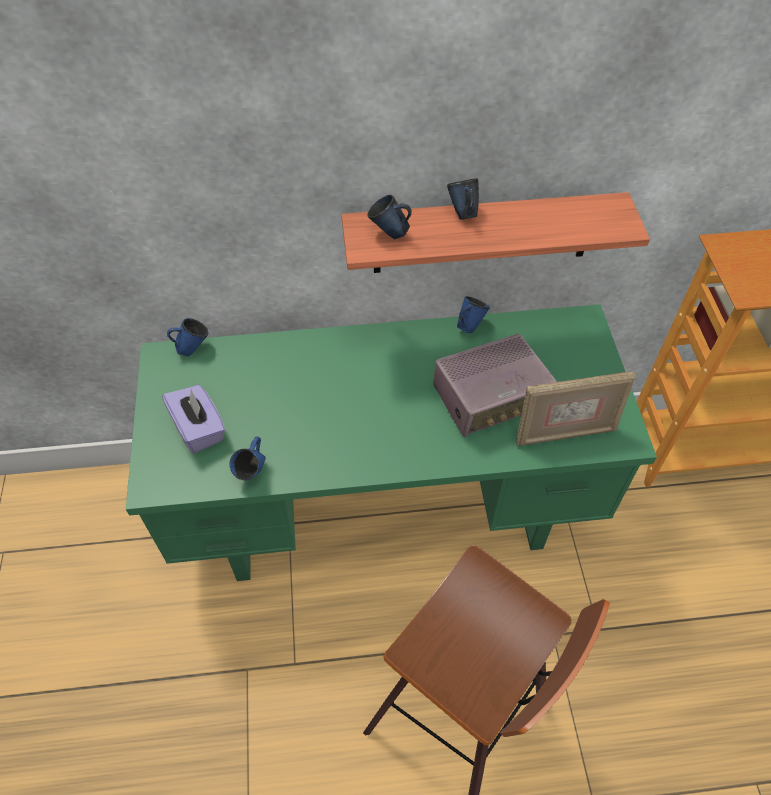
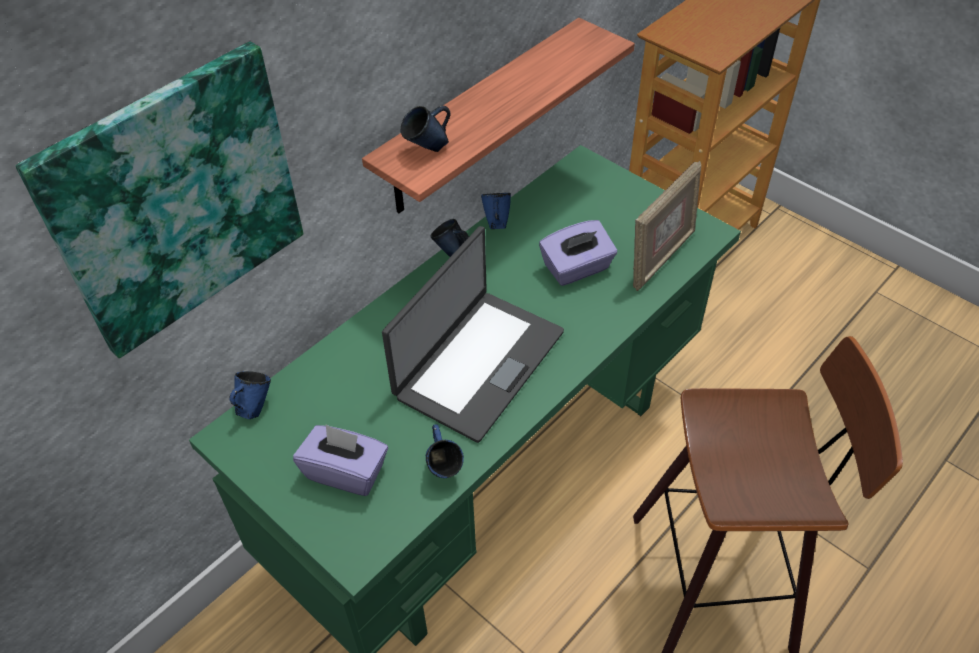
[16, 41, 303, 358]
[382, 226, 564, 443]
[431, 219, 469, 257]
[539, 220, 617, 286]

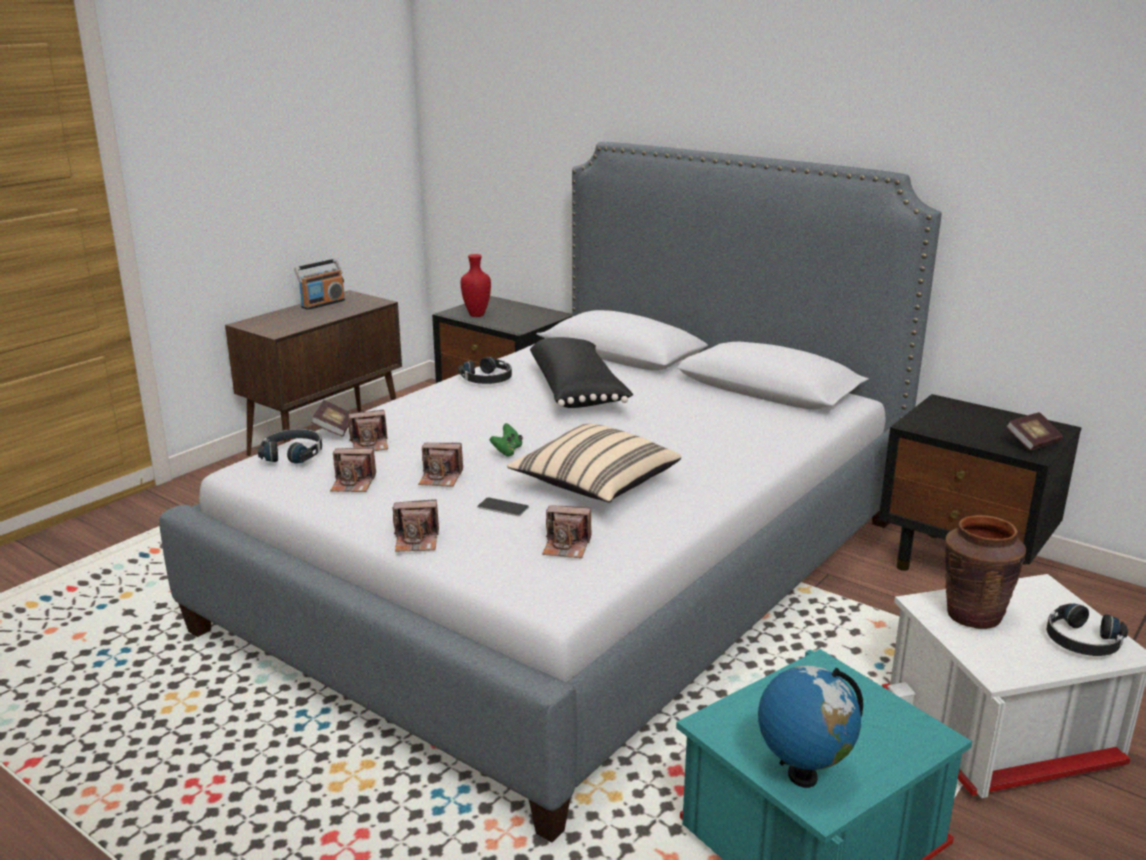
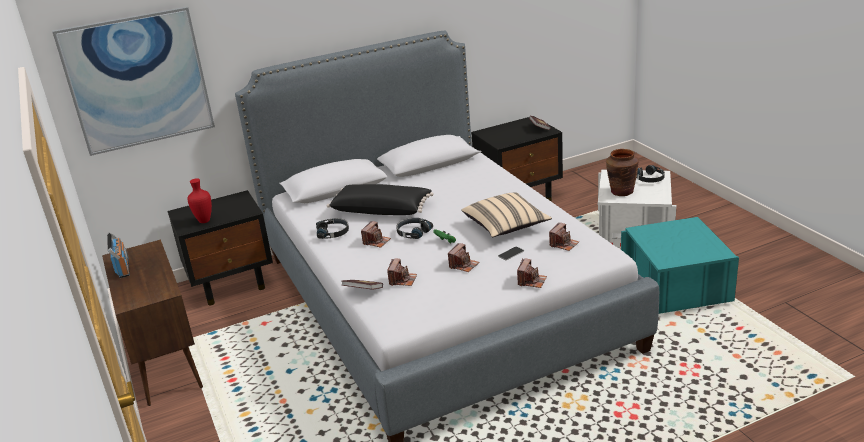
[52, 7, 215, 156]
[361, 221, 391, 248]
[396, 218, 433, 239]
[758, 666, 863, 788] (first image)

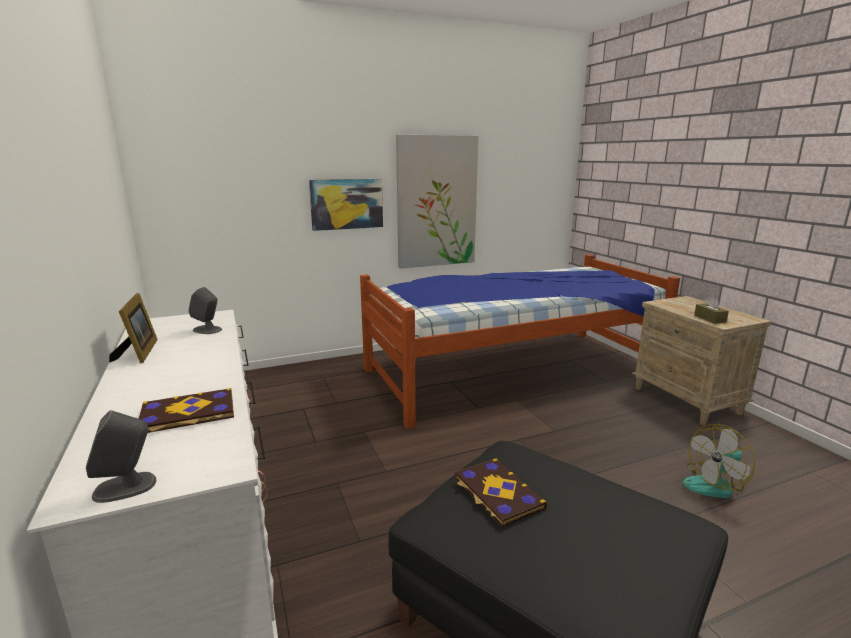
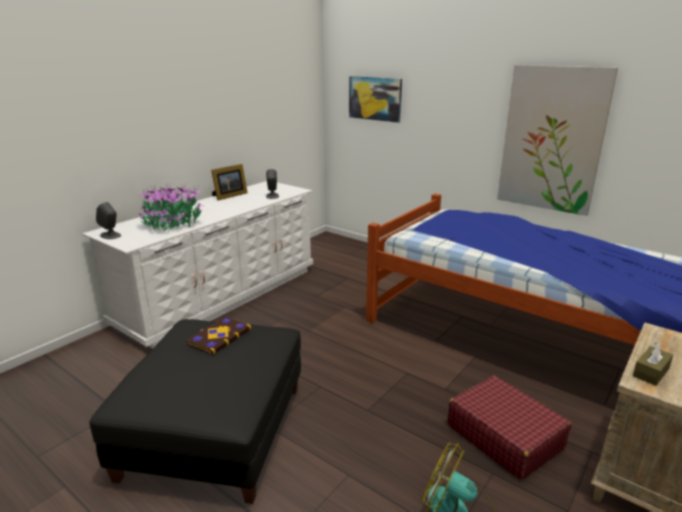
[137, 182, 204, 231]
[349, 76, 402, 123]
[447, 376, 571, 480]

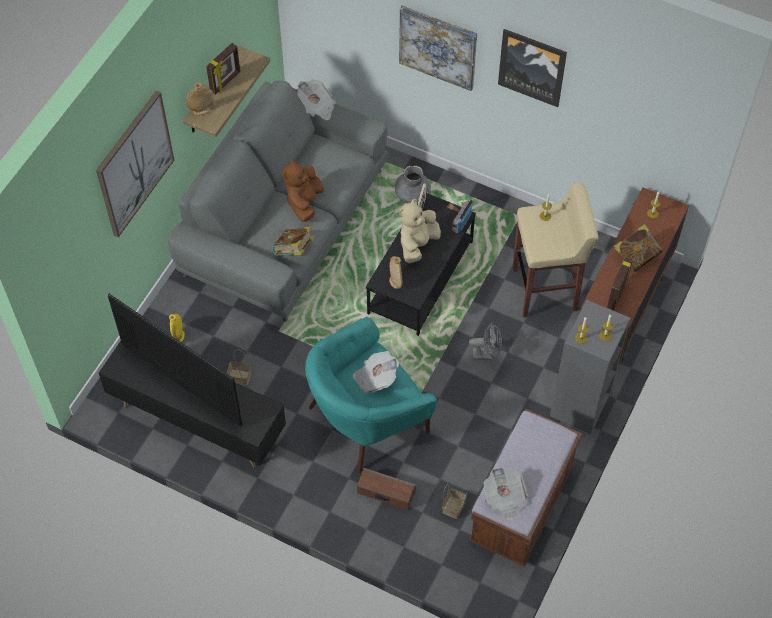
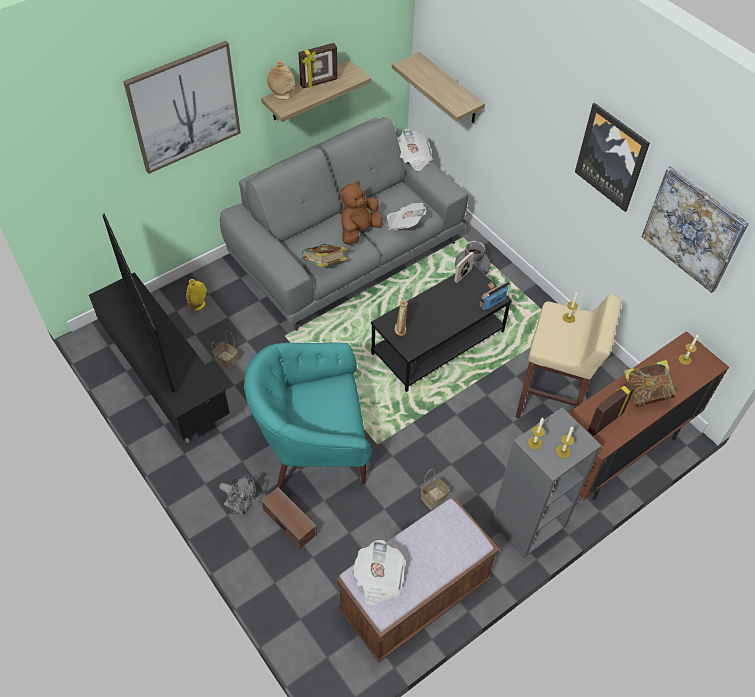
[219, 475, 256, 515]
[387, 203, 426, 230]
[392, 52, 485, 123]
[421, 469, 449, 510]
[642, 166, 749, 293]
[399, 199, 441, 263] (first image)

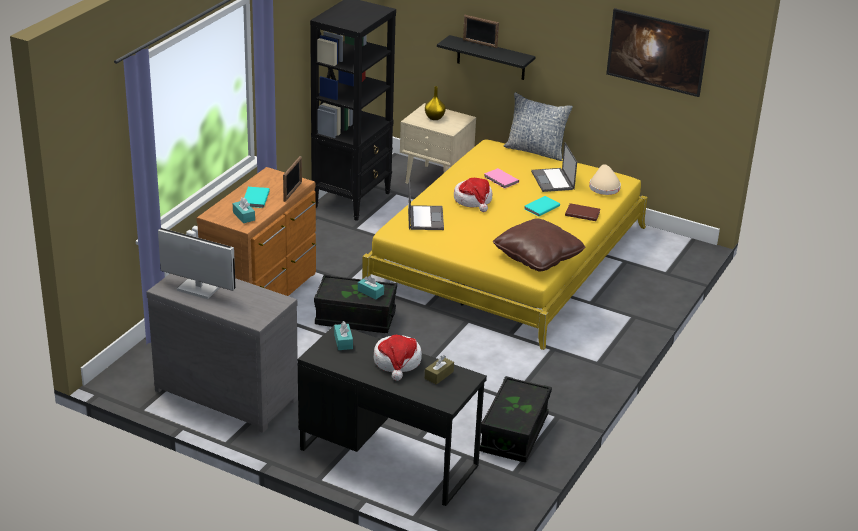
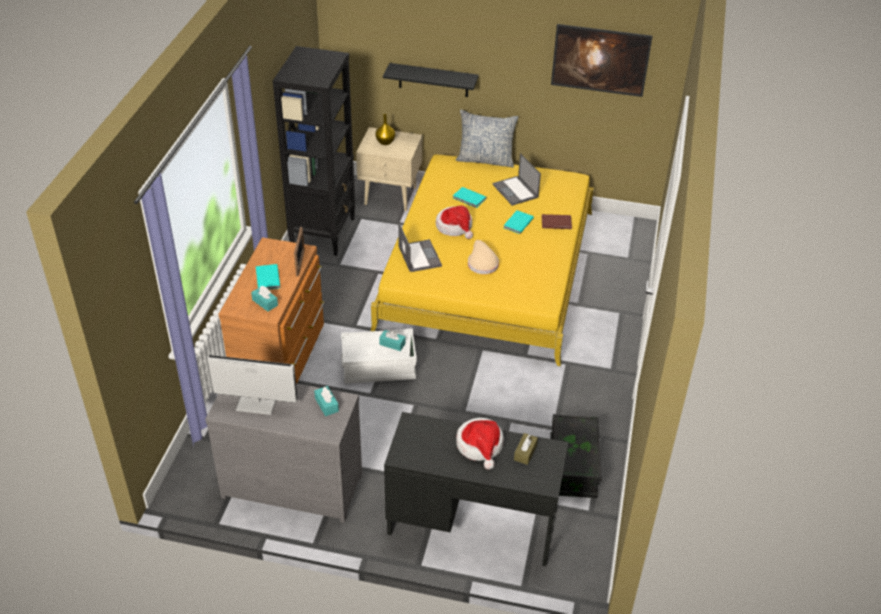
[314, 386, 339, 416]
[341, 328, 417, 384]
[453, 187, 487, 208]
[468, 240, 499, 274]
[463, 15, 499, 48] (first image)
[493, 219, 585, 271] (first image)

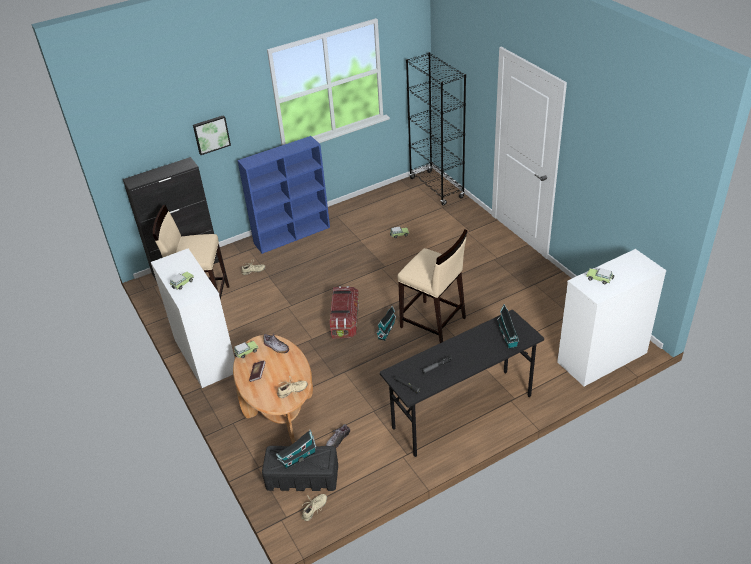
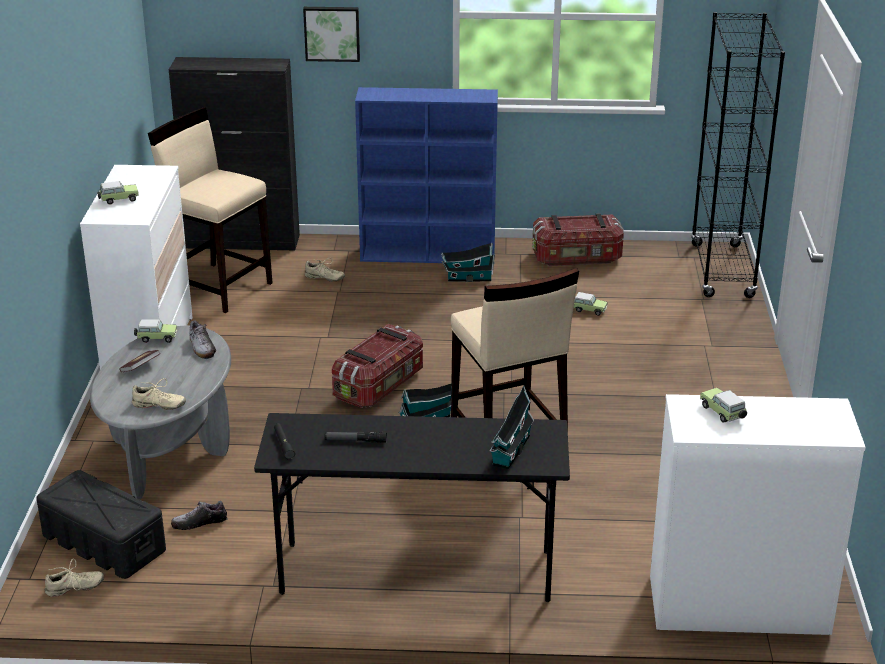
[90, 326, 231, 500]
[441, 242, 495, 282]
[532, 213, 624, 266]

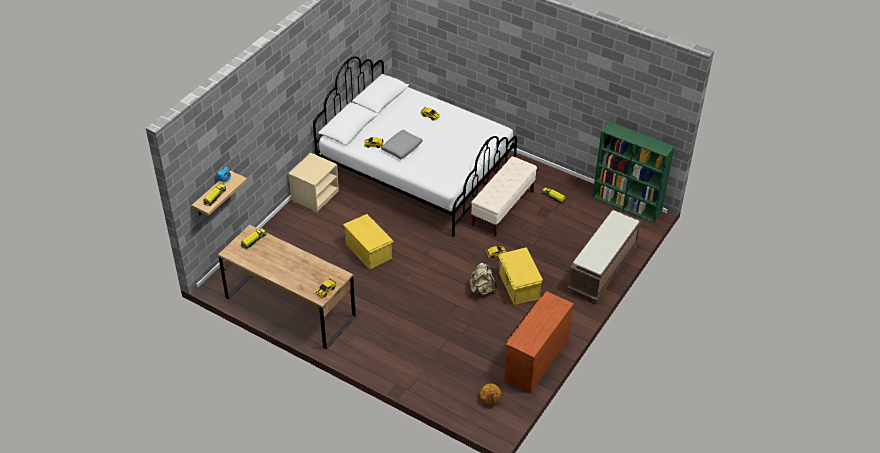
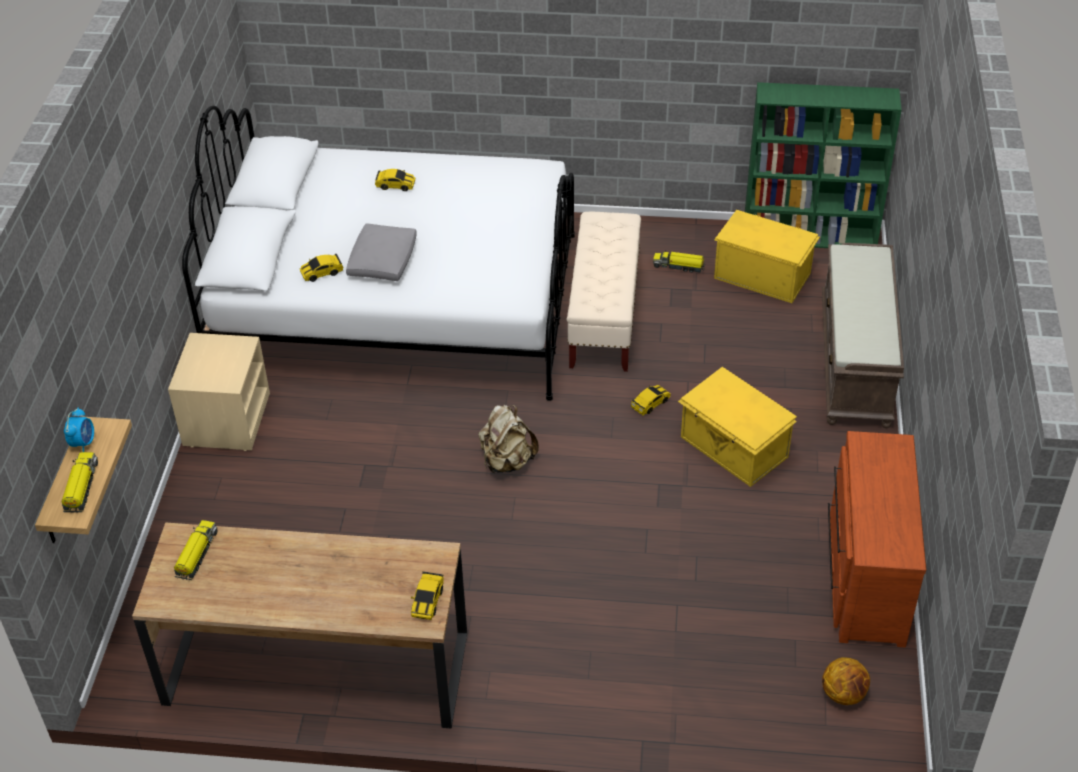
[478, 405, 539, 474]
[714, 210, 820, 303]

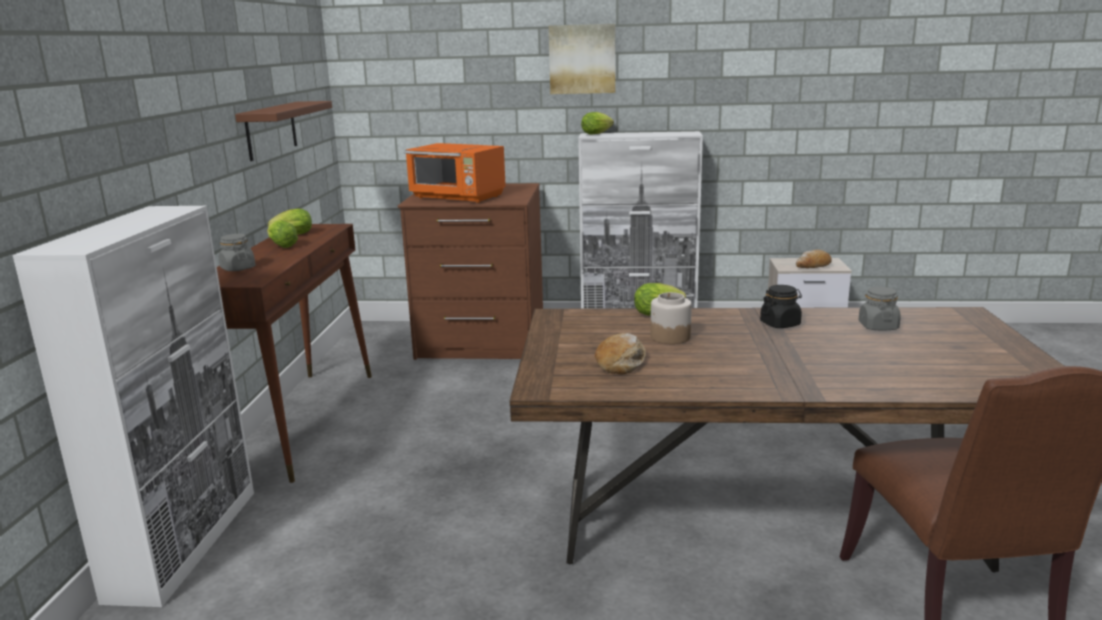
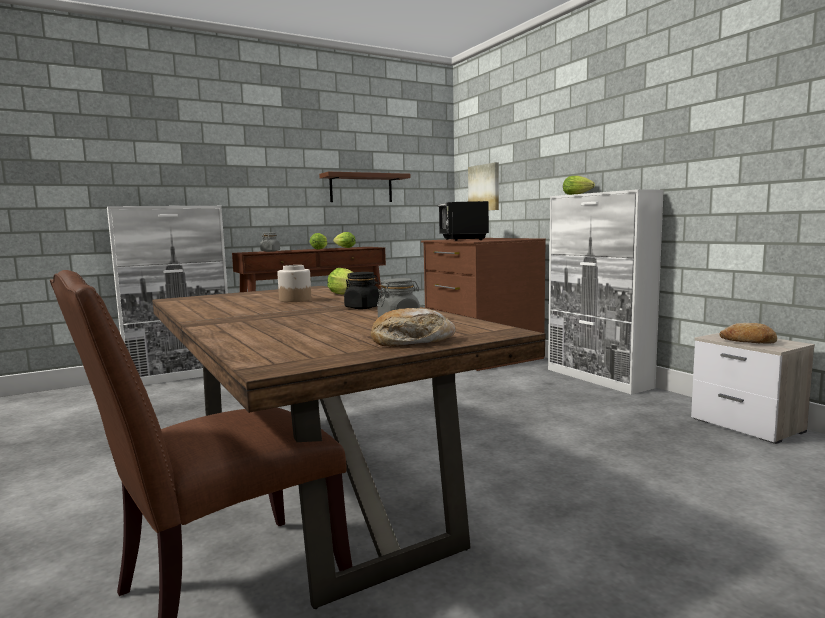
[371, 308, 456, 347]
[438, 201, 489, 241]
[468, 162, 499, 210]

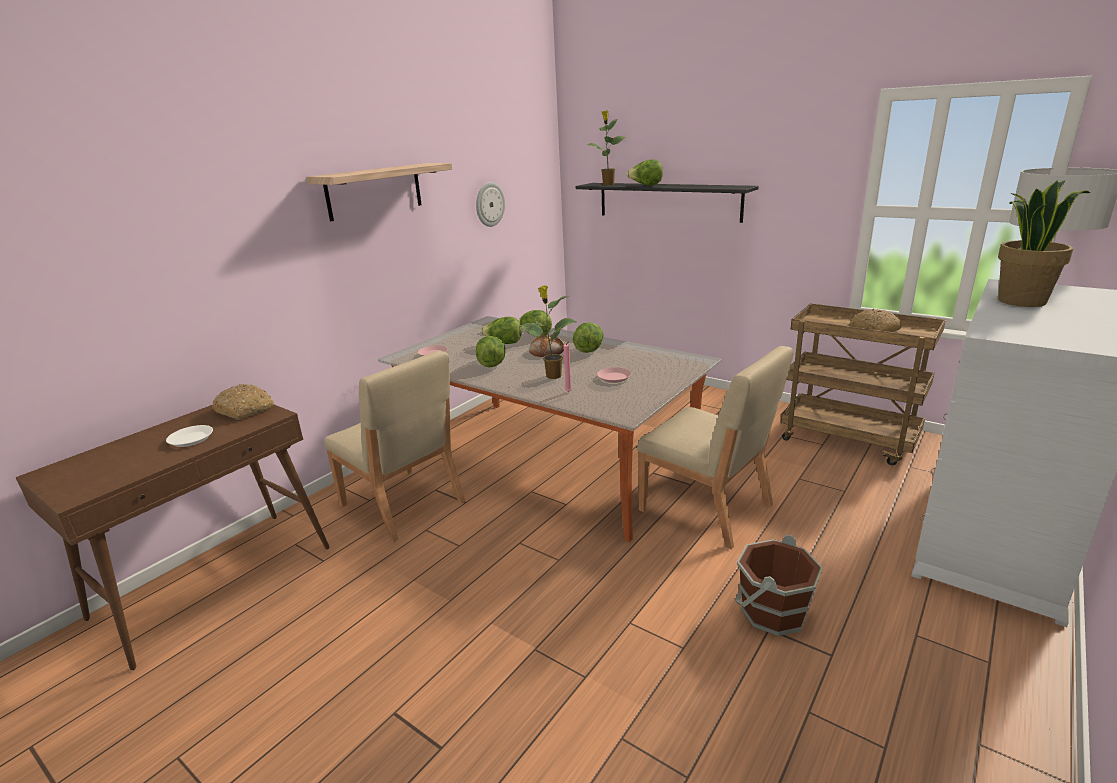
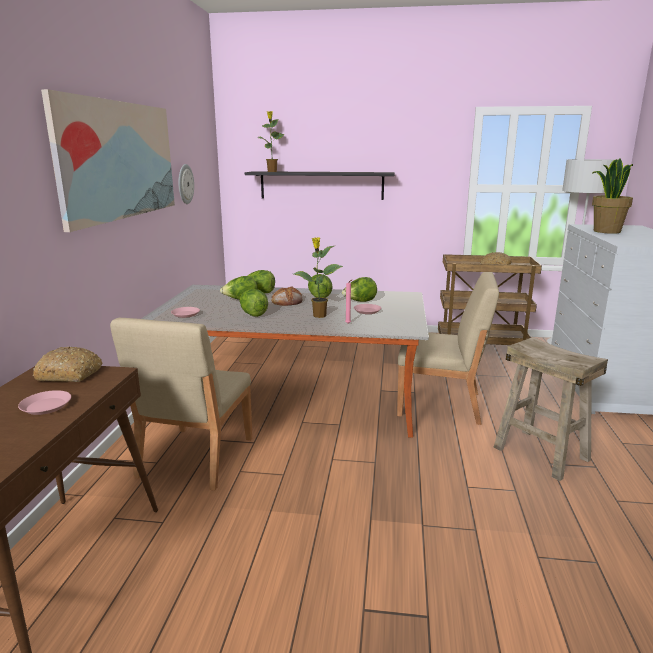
[18, 390, 71, 415]
[41, 89, 175, 232]
[110, 318, 253, 491]
[342, 277, 377, 302]
[493, 337, 608, 481]

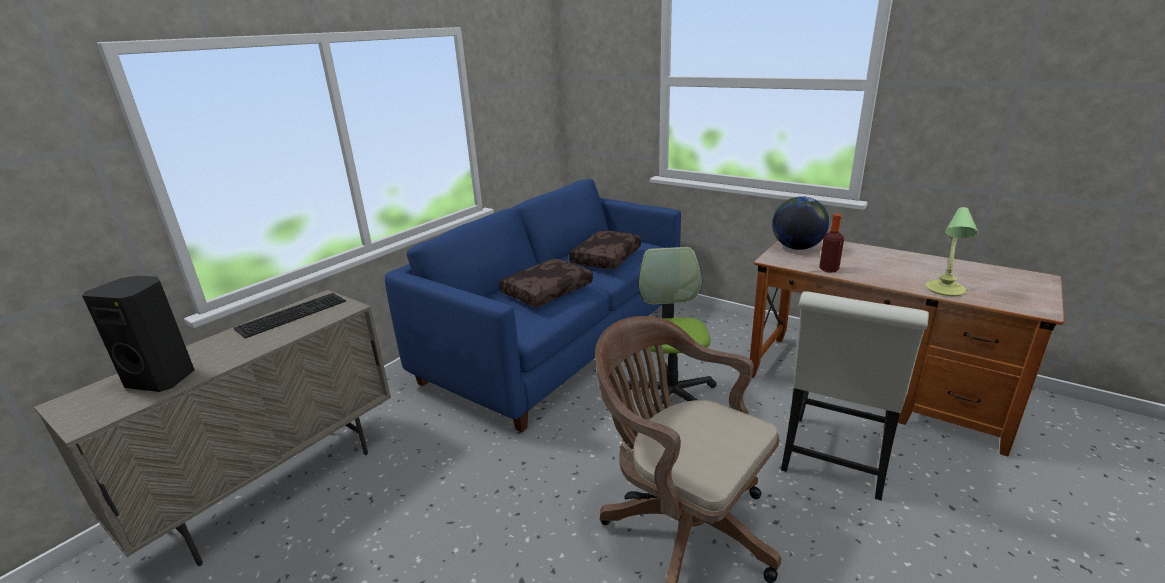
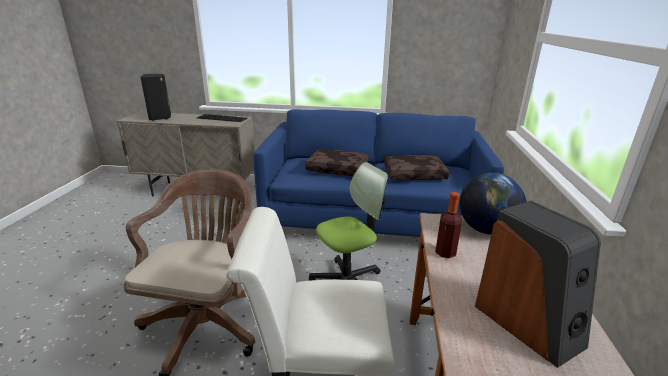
[475, 201, 601, 368]
[926, 207, 978, 296] (first image)

